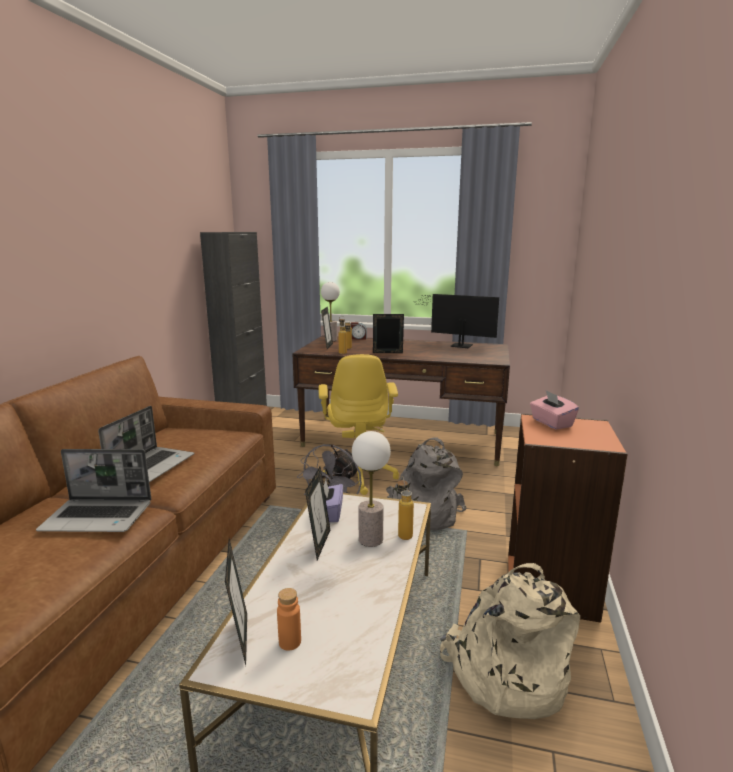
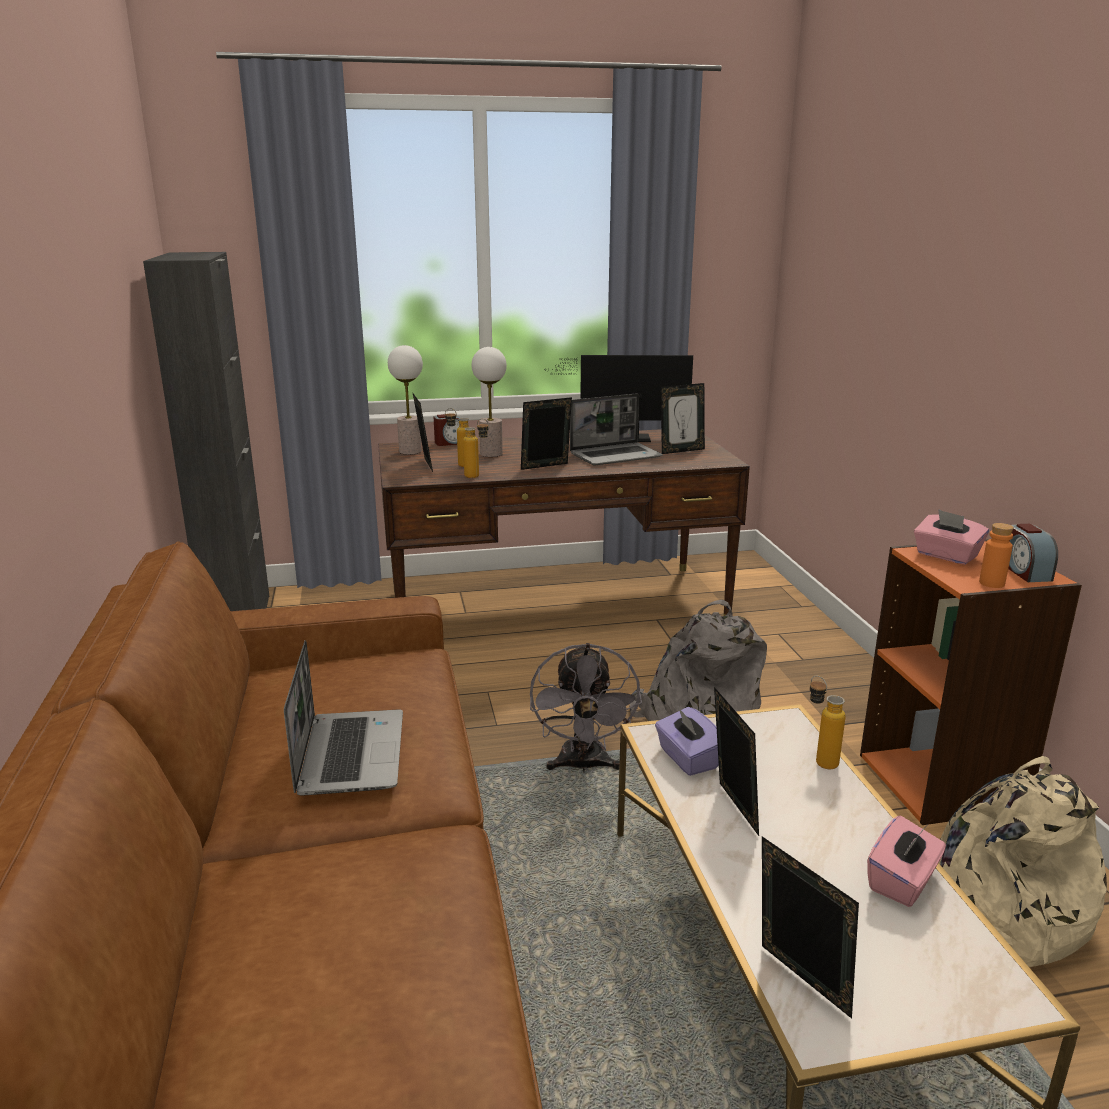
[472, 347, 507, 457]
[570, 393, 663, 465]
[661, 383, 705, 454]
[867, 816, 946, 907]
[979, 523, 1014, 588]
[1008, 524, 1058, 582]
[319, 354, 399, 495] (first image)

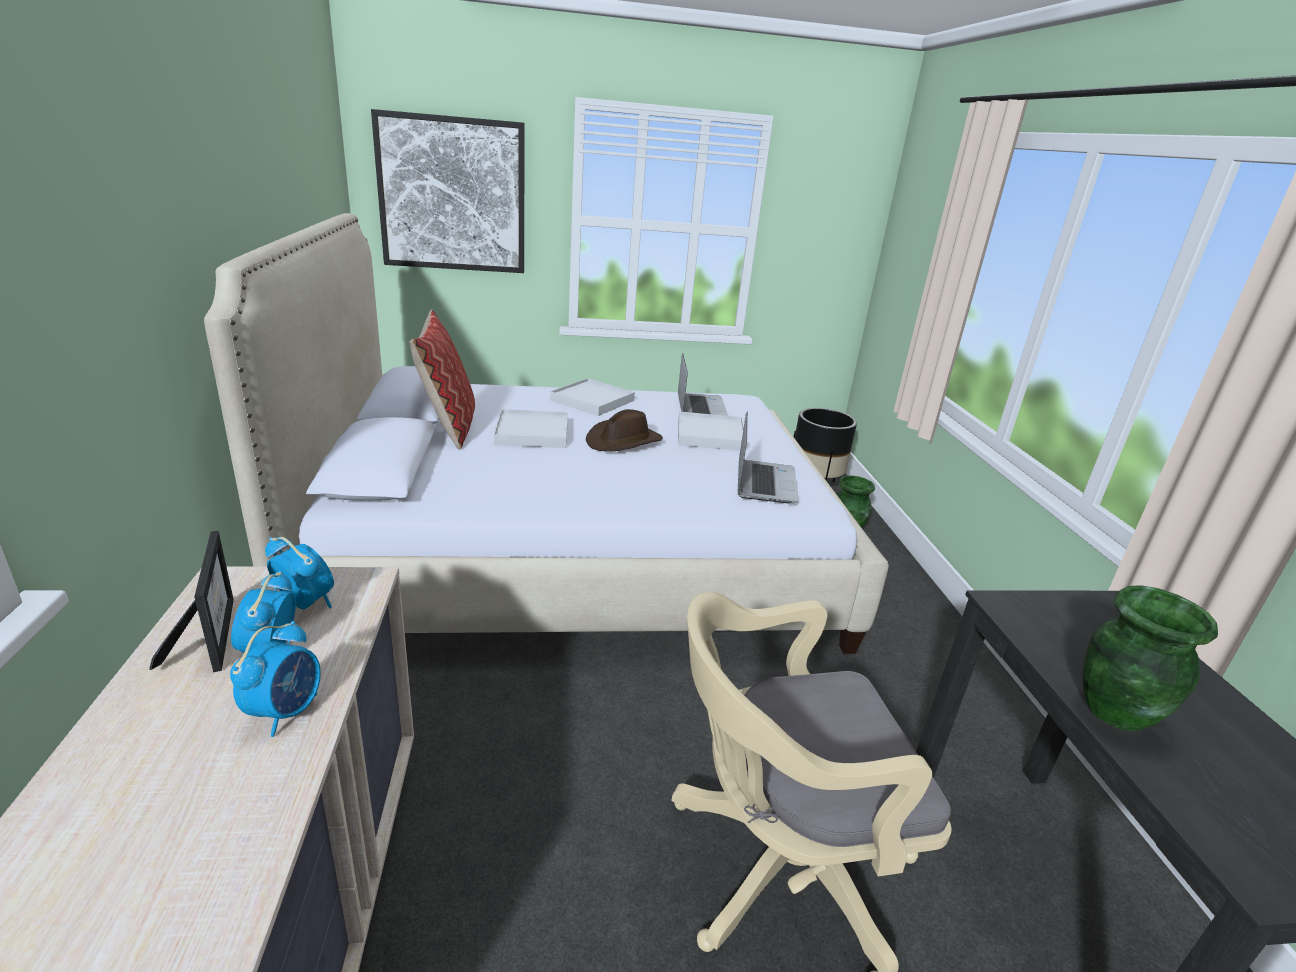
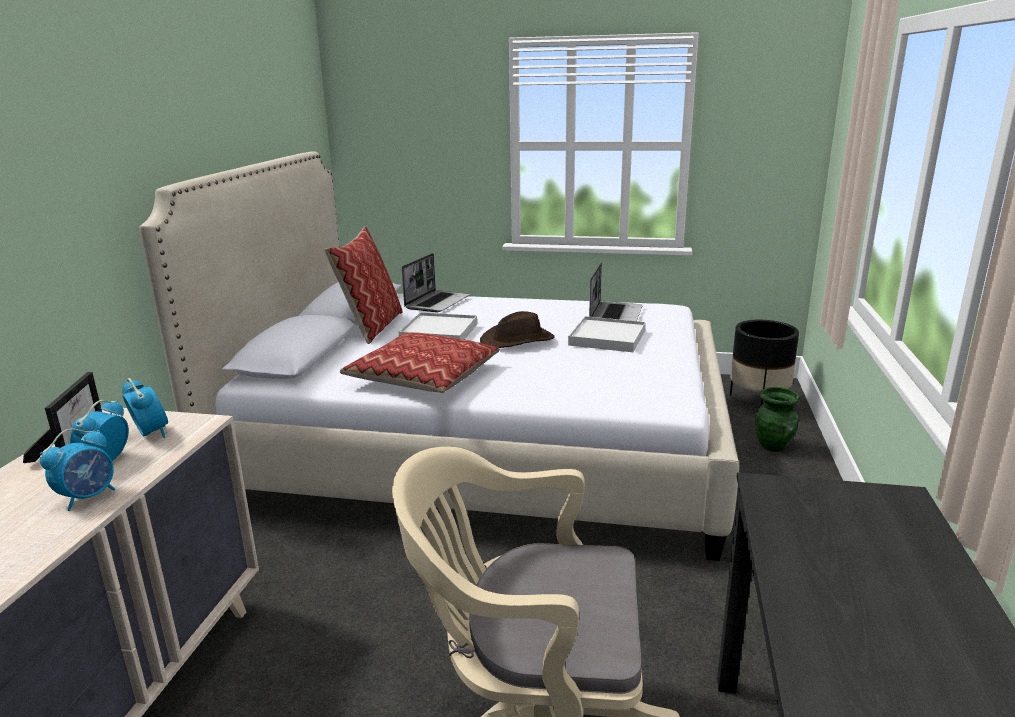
[340, 332, 500, 393]
[402, 253, 470, 312]
[371, 109, 524, 273] (first image)
[550, 378, 635, 416] (first image)
[1083, 585, 1218, 732] (first image)

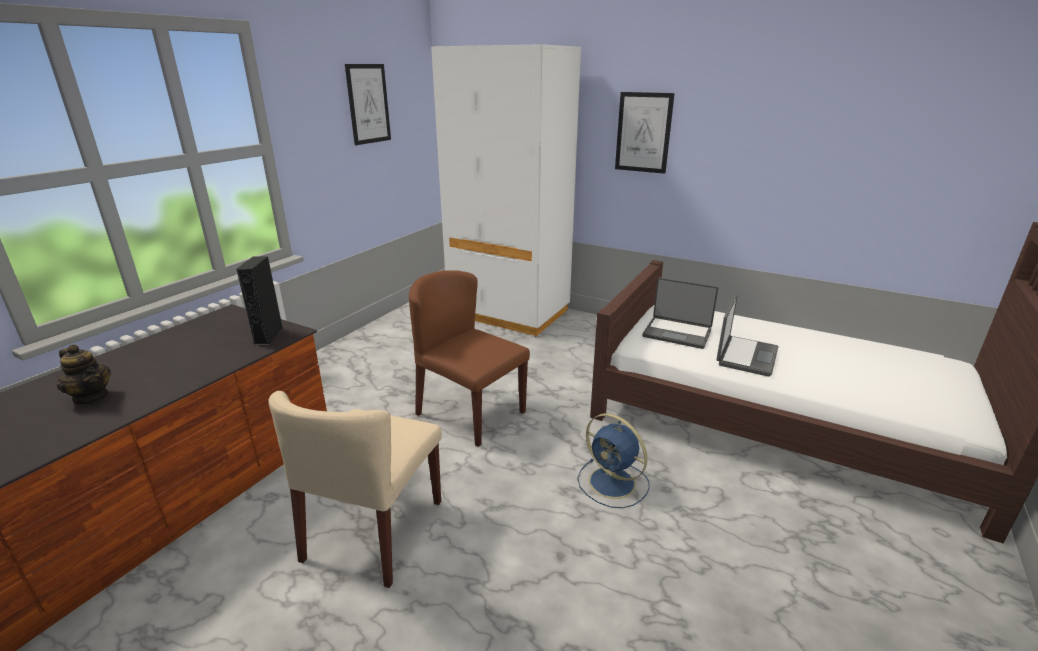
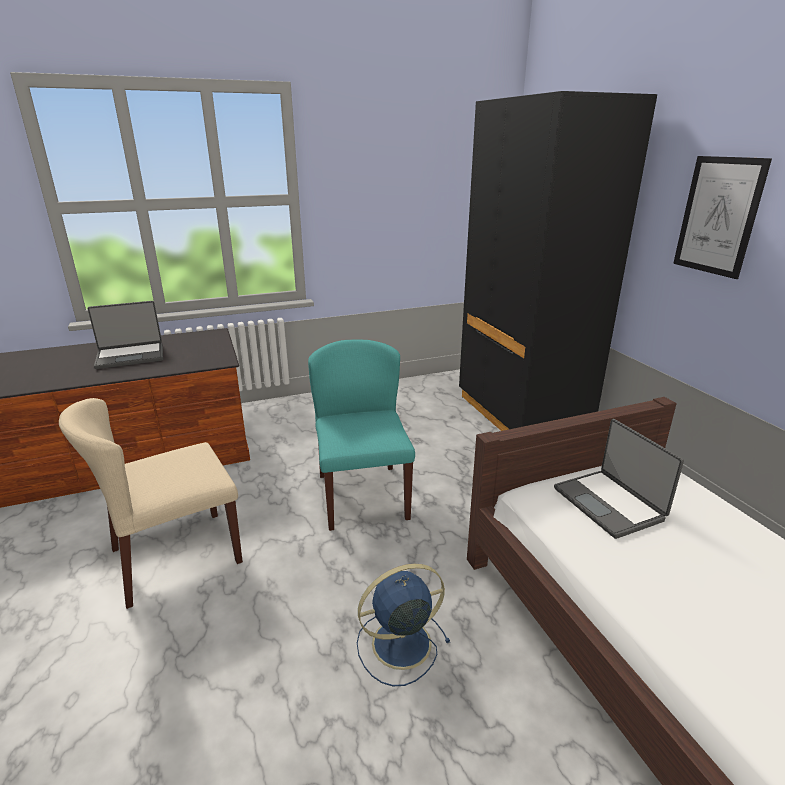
[88, 301, 163, 369]
[308, 340, 415, 531]
[357, 564, 451, 686]
[459, 91, 657, 431]
[56, 344, 111, 404] (first image)
[236, 256, 283, 345] (first image)
[345, 64, 391, 145] (first image)

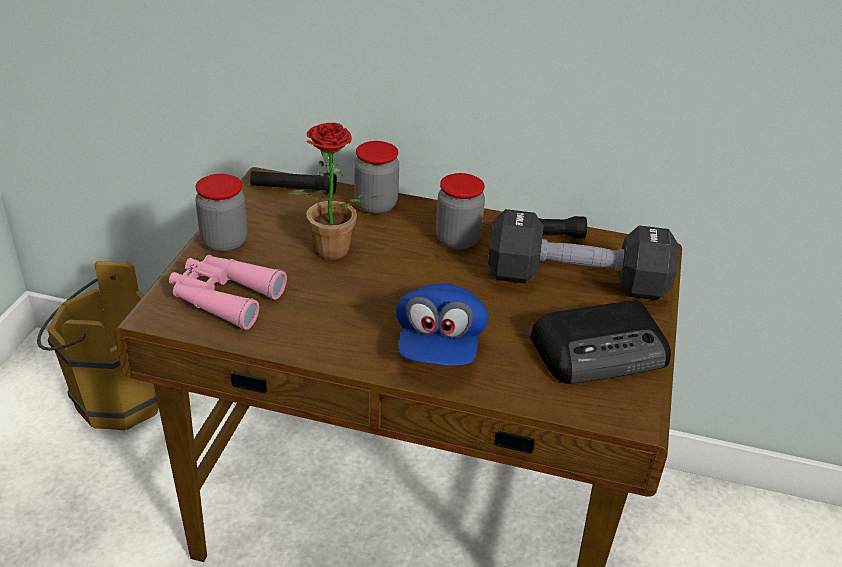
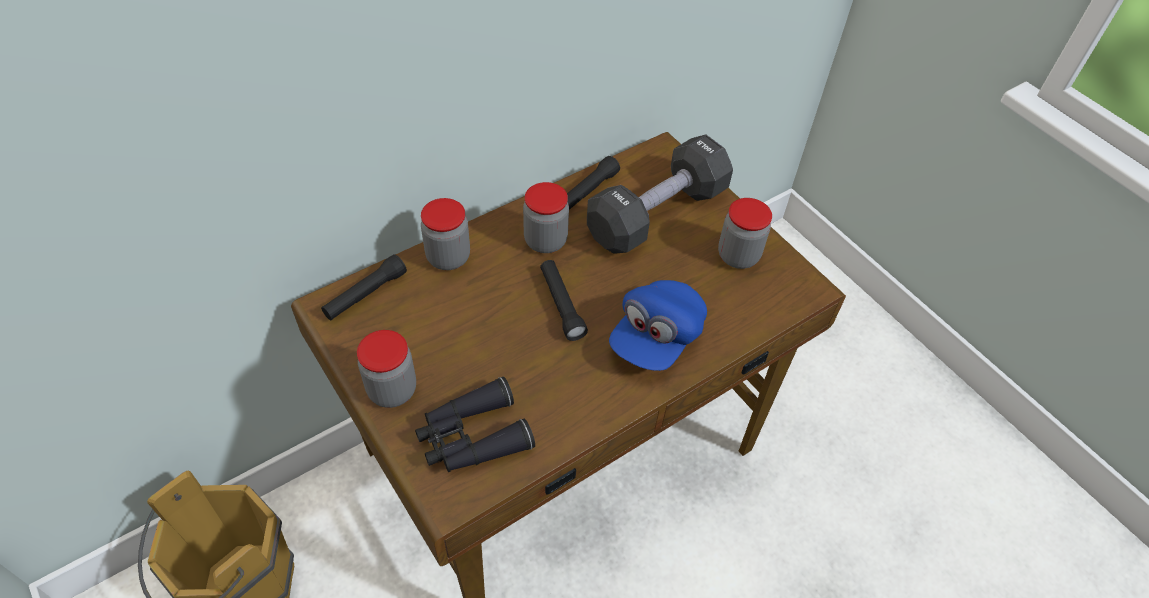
[415, 376, 535, 472]
[540, 260, 588, 341]
[609, 280, 707, 371]
[718, 198, 772, 269]
[287, 123, 385, 260] (first image)

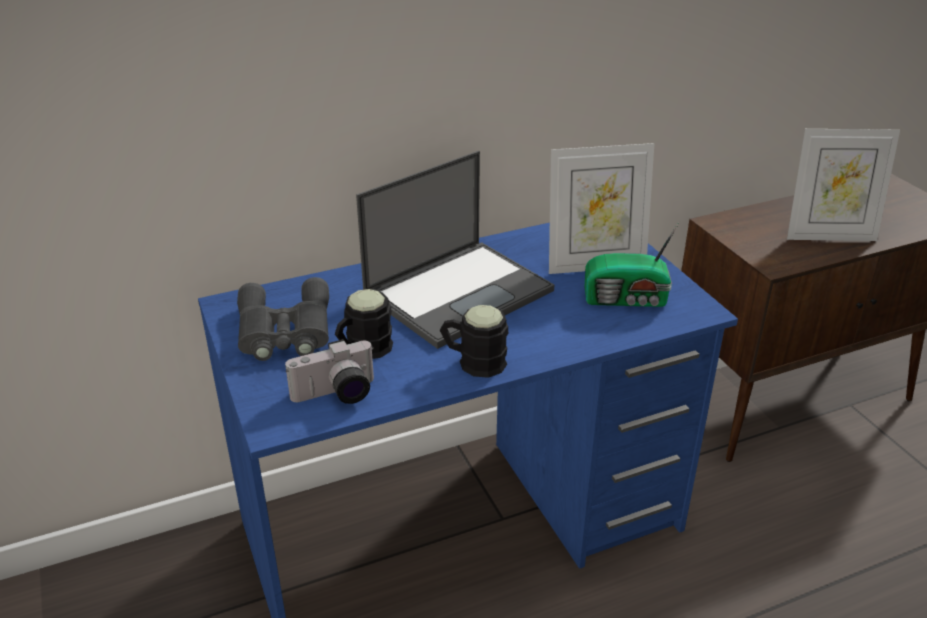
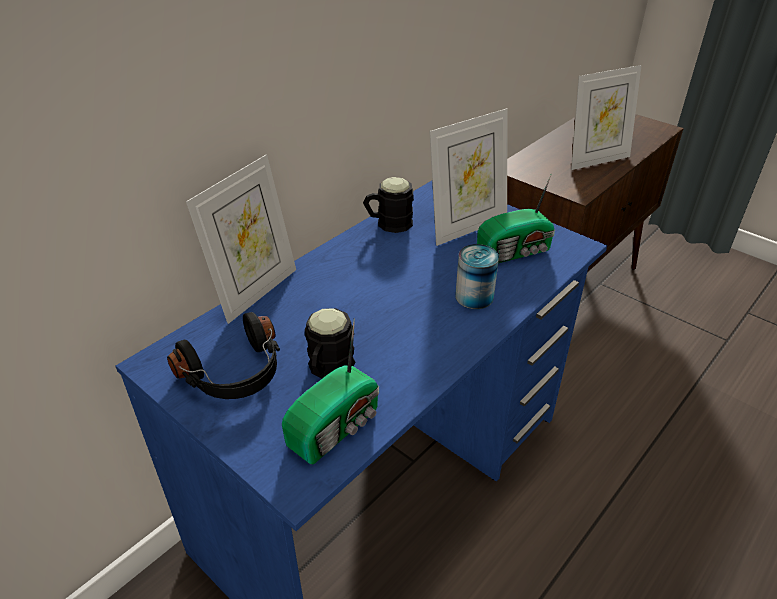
[167, 312, 280, 399]
[186, 155, 296, 324]
[282, 318, 379, 464]
[363, 177, 414, 233]
[455, 244, 499, 309]
[356, 151, 554, 349] (first image)

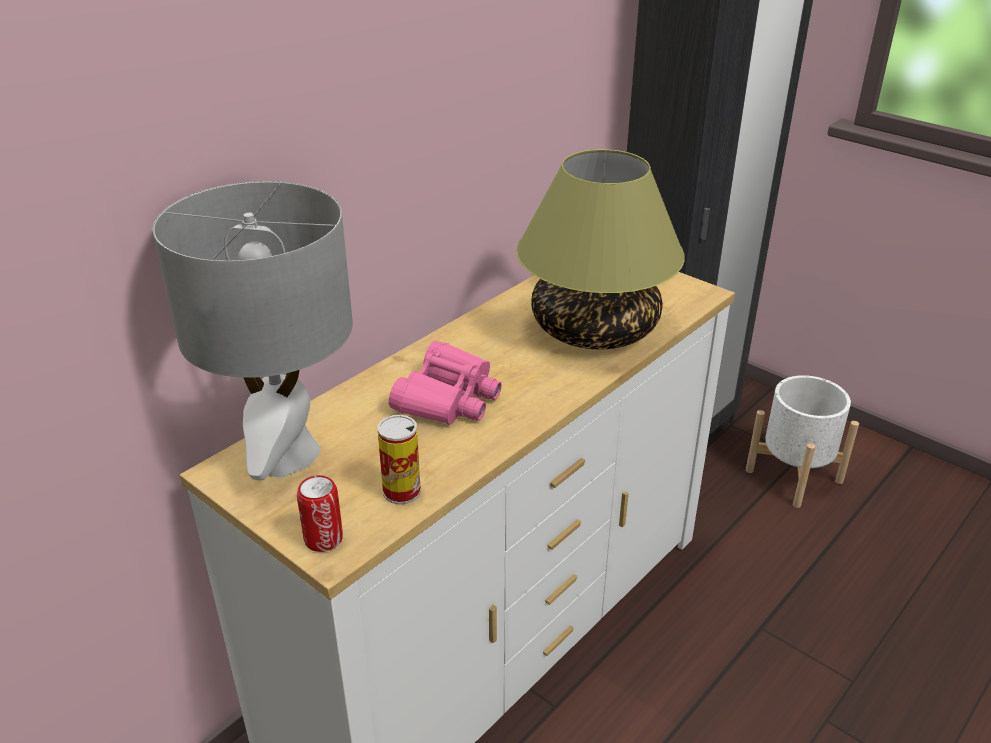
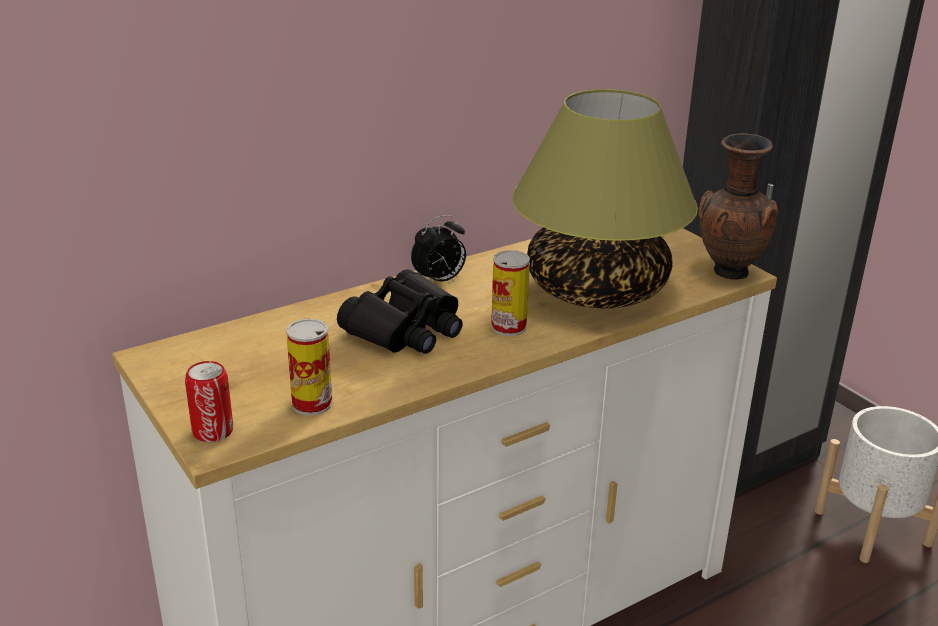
[337, 269, 463, 354]
[411, 215, 466, 282]
[491, 250, 530, 336]
[698, 133, 778, 280]
[153, 181, 353, 480] (first image)

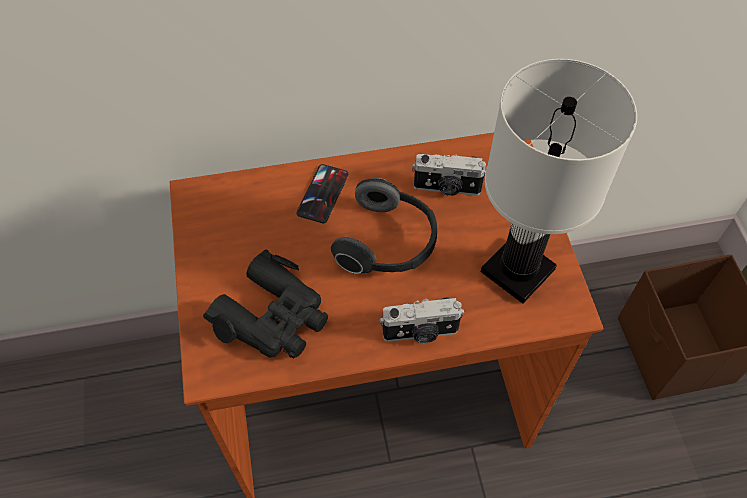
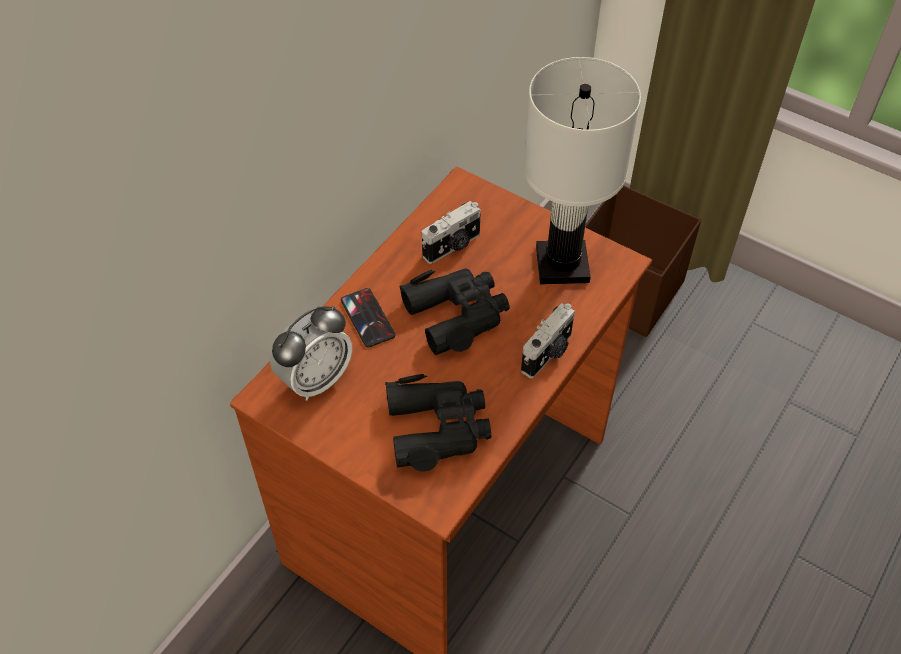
[270, 306, 352, 401]
[399, 268, 510, 355]

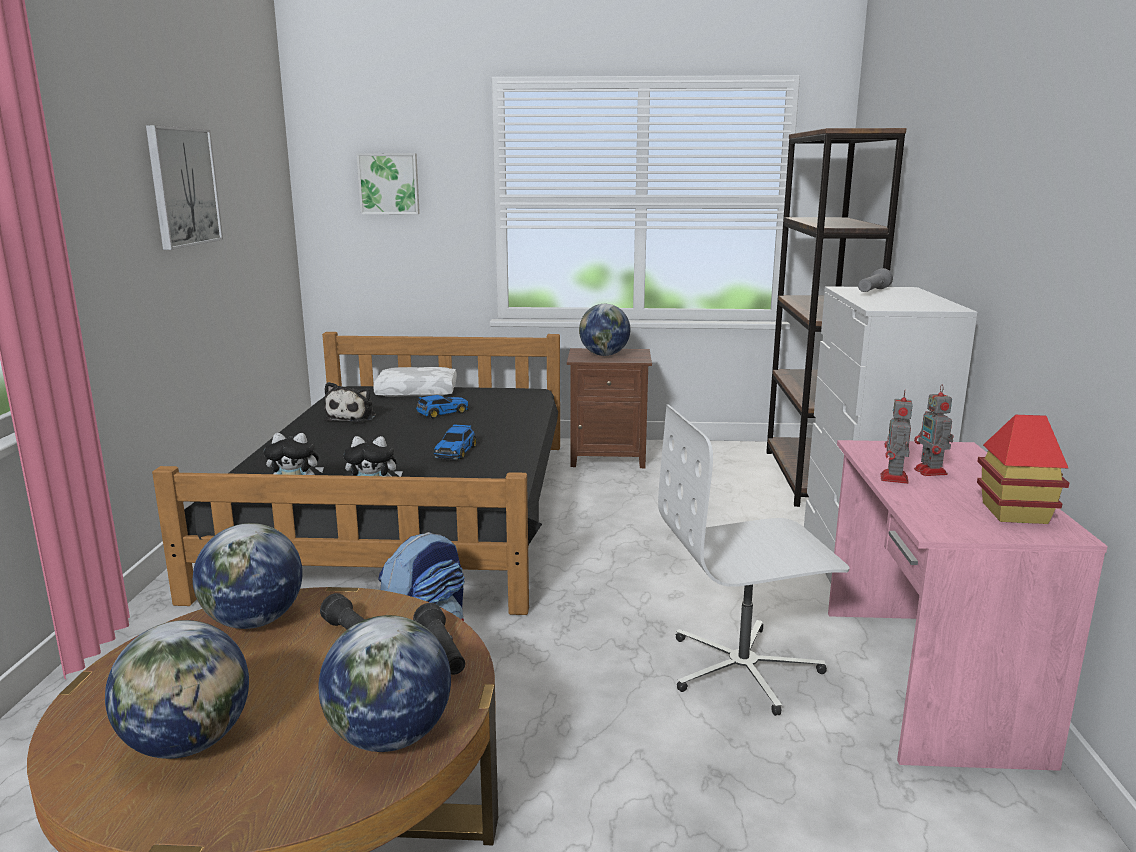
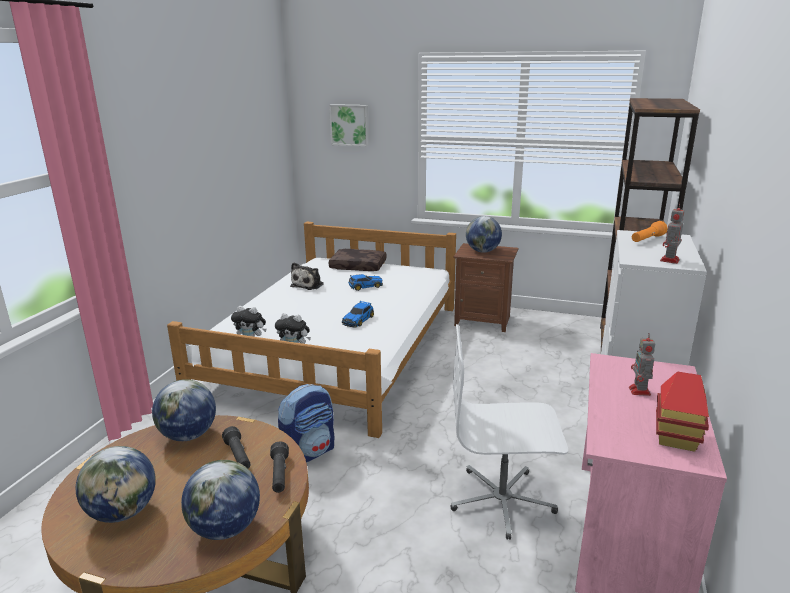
[167, 222, 456, 438]
[329, 249, 387, 271]
[632, 221, 668, 242]
[660, 203, 685, 264]
[146, 125, 223, 250] (first image)

